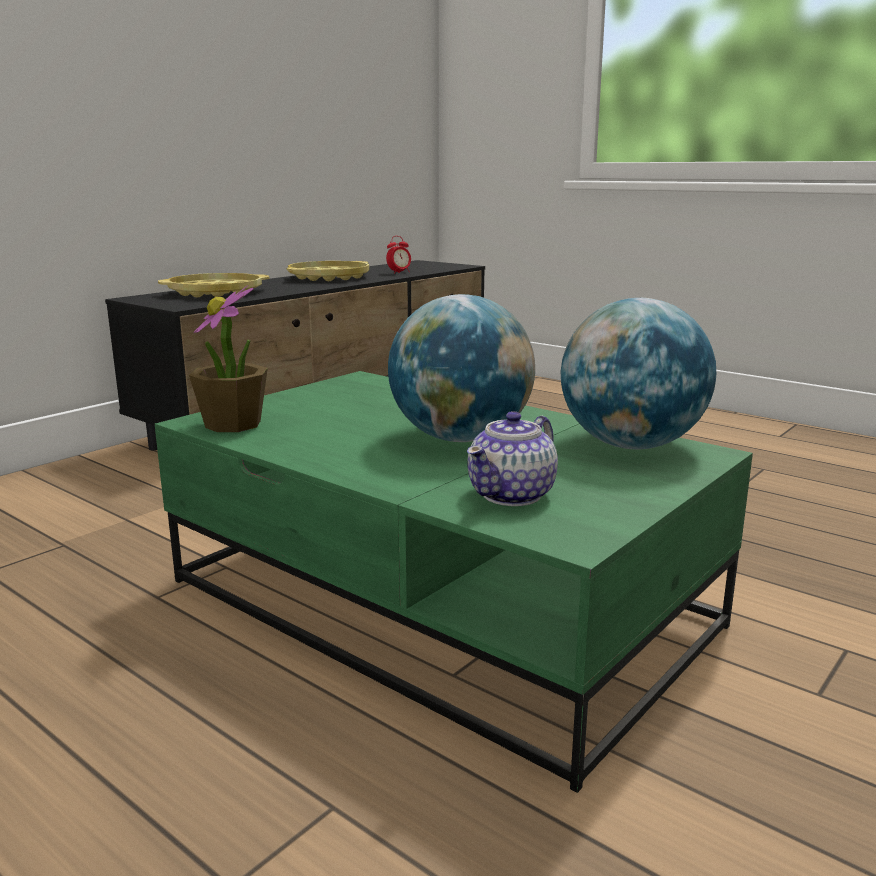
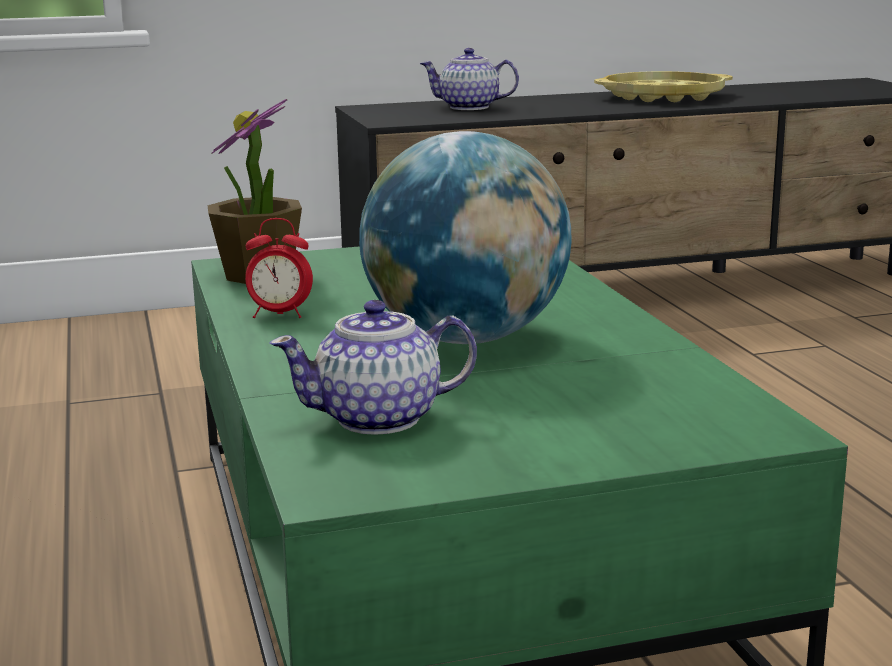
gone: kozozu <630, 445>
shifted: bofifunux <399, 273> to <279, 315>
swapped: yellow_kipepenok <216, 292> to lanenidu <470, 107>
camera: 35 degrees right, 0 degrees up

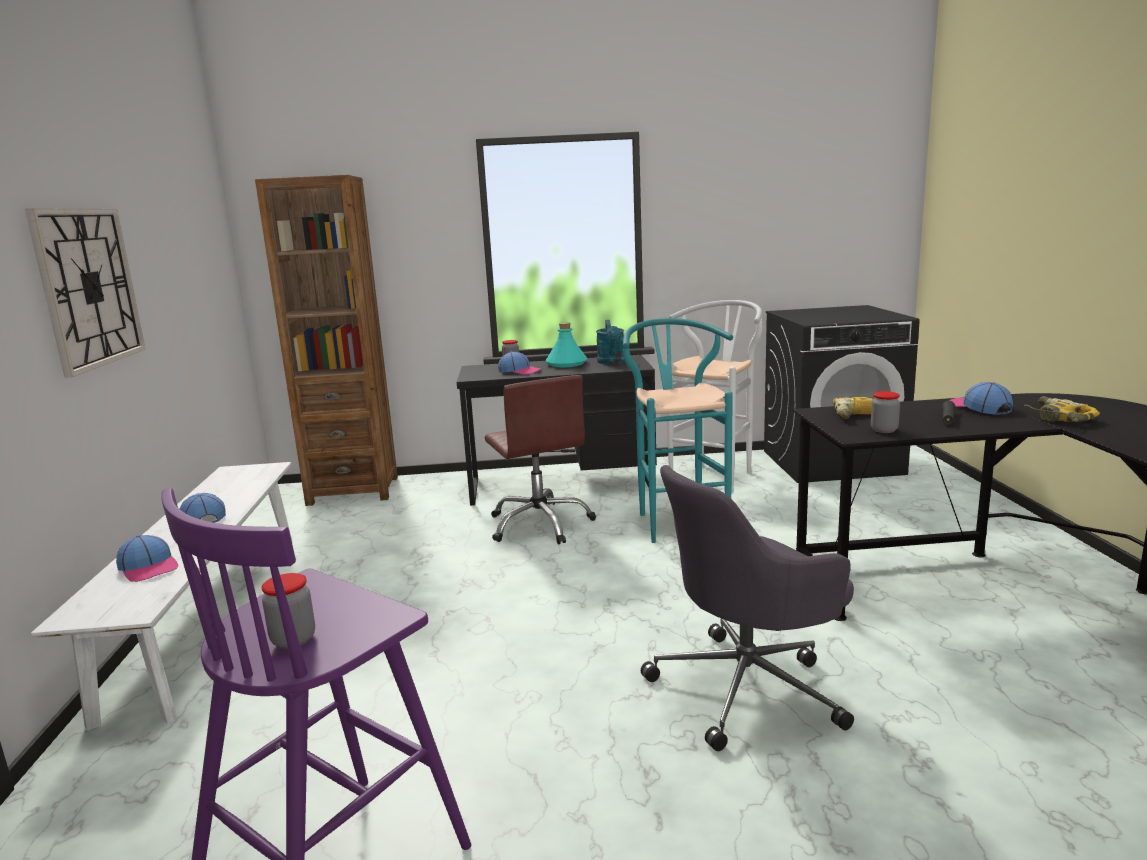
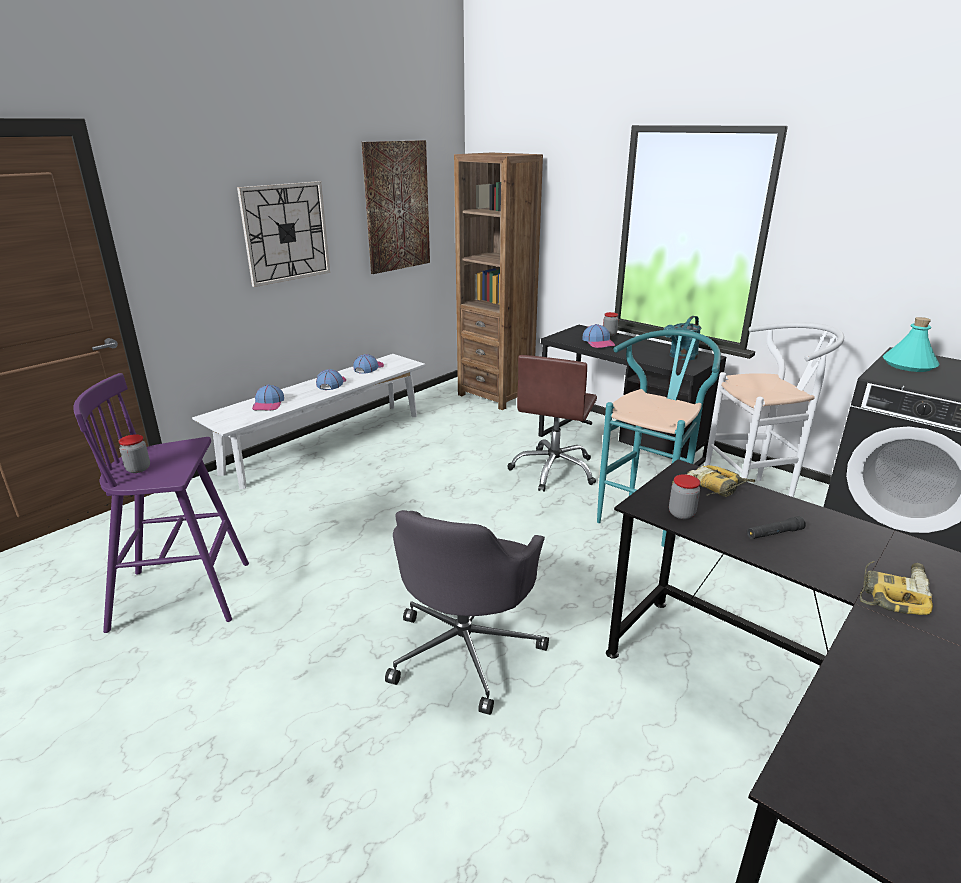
new: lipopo <397, 206>
shifted: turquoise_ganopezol <566, 364> to <908, 365>; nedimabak <979, 407> to <368, 368>
rotated: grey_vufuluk <748, 687> = <465, 650> 90 degrees counterclockwise
camera: 45 degrees right, 10 degrees up

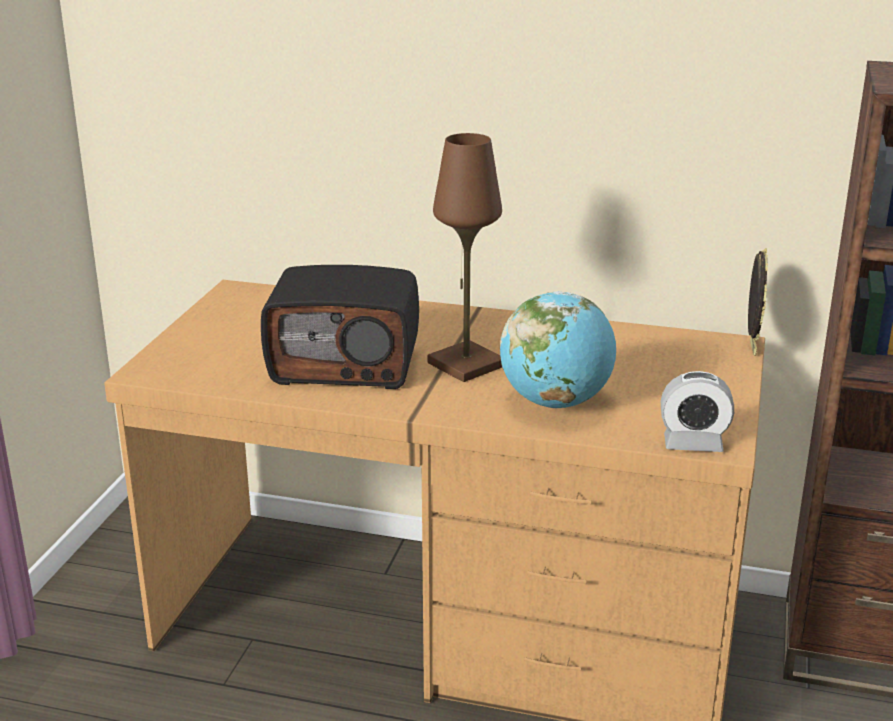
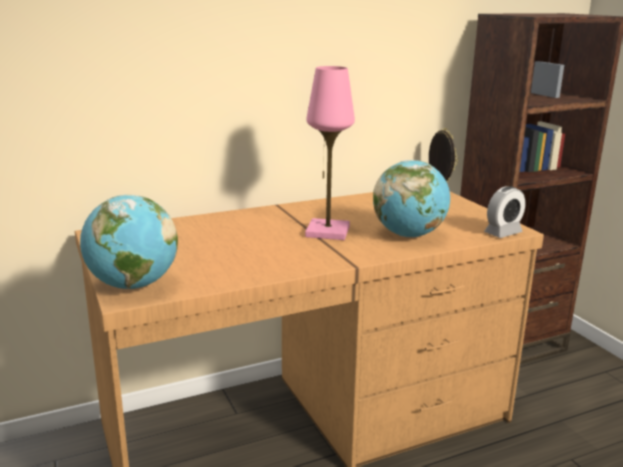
gone: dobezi <346, 364>
new: kozozu <133, 285>
repainted: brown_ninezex <465, 364> to pink_ninezex <327, 232>
camera: 40 degrees left, 5 degrees down

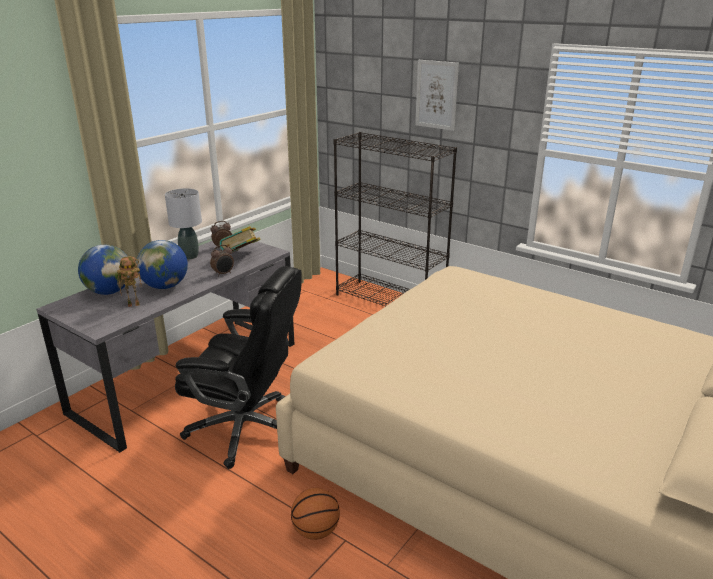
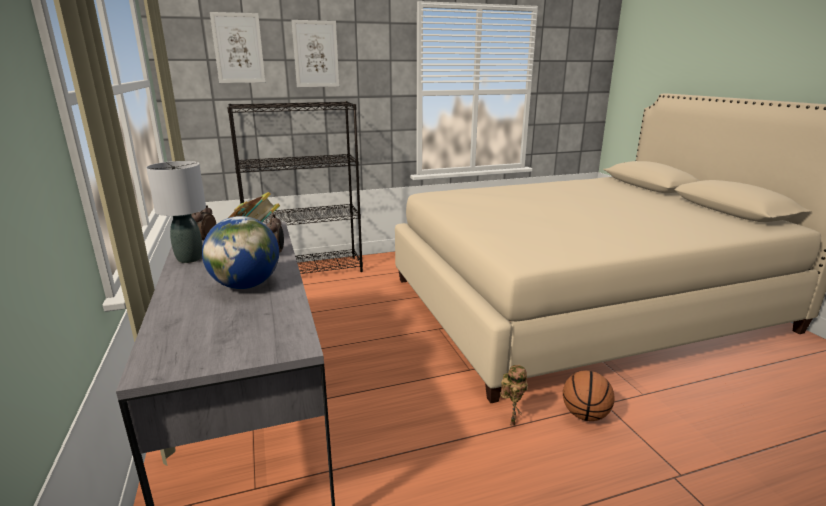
gone: kozozu <109, 292>; black_vufuluk <246, 429>
new: lipopo <238, 48>
shifted: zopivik <134, 304> to <511, 420>
camera: 55 degrees left, 5 degrees down

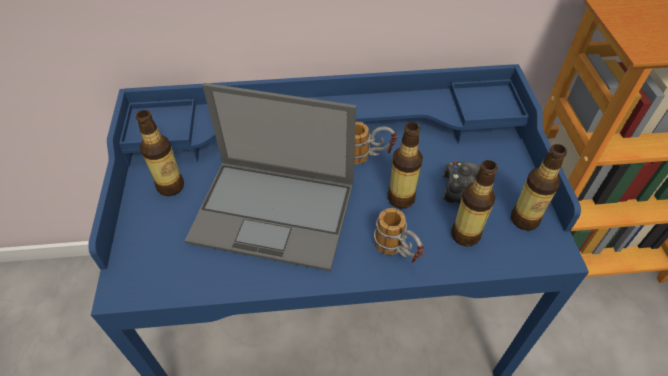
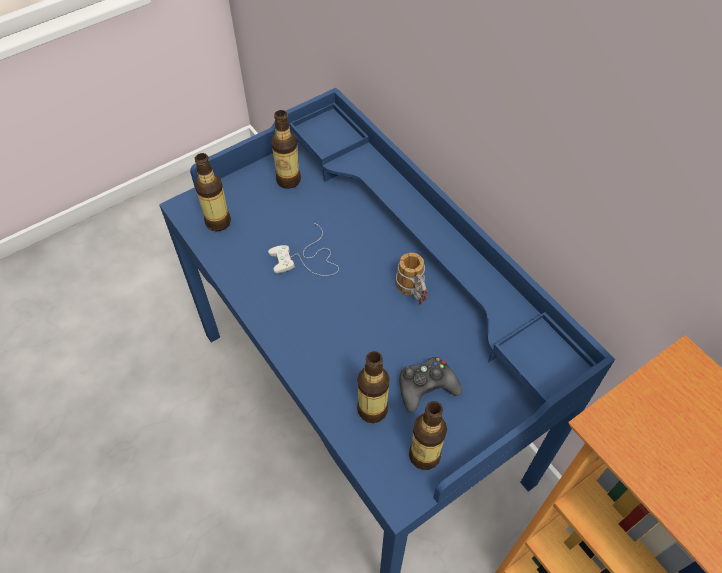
gone: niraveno <397, 252>
shifted: ganopezol <401, 198> to <218, 222>
swapped: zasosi <275, 212> to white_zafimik <307, 259>
camera: 60 degrees right, 5 degrees up

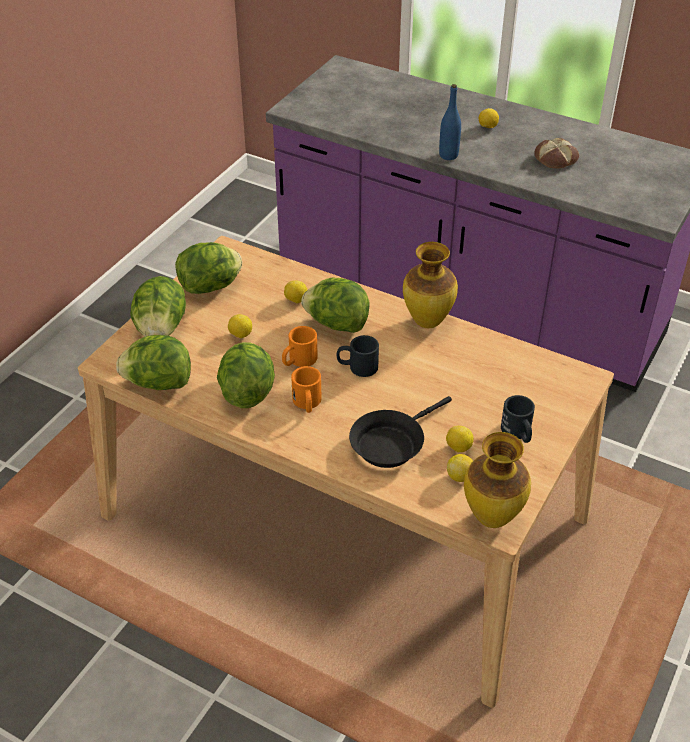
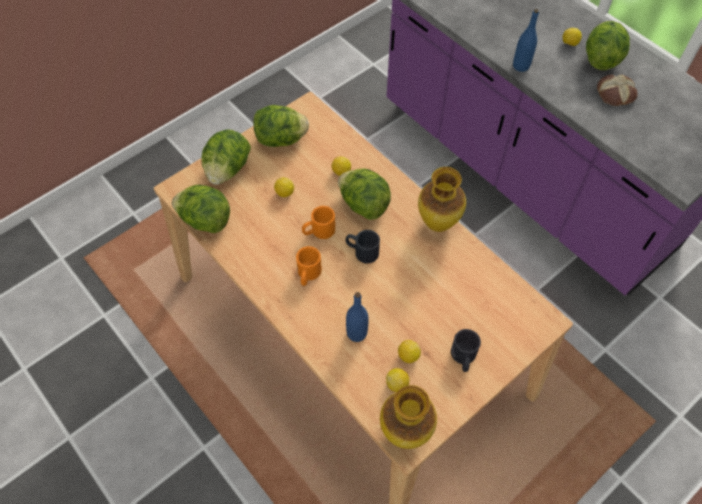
shifted: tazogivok <247, 392> to <601, 59>
swapped: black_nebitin <391, 443> to blue_ganopezol <356, 333>
camera: 20 degrees right, 15 degrees up

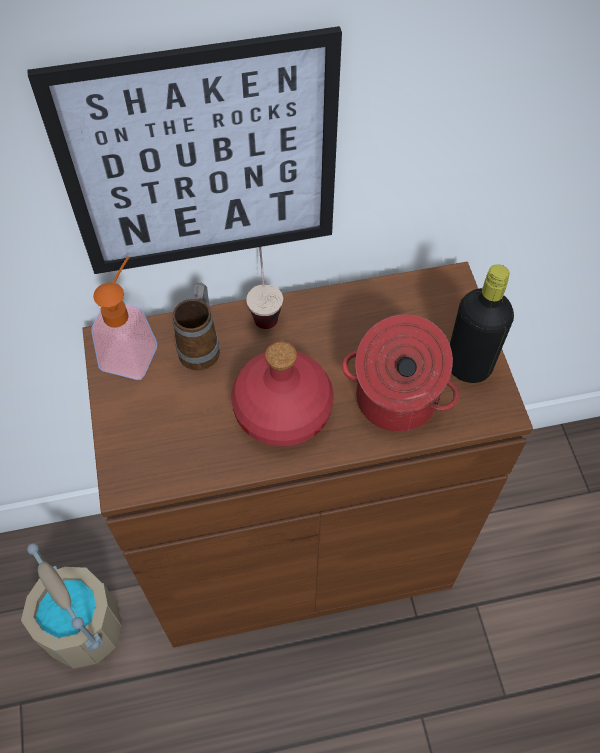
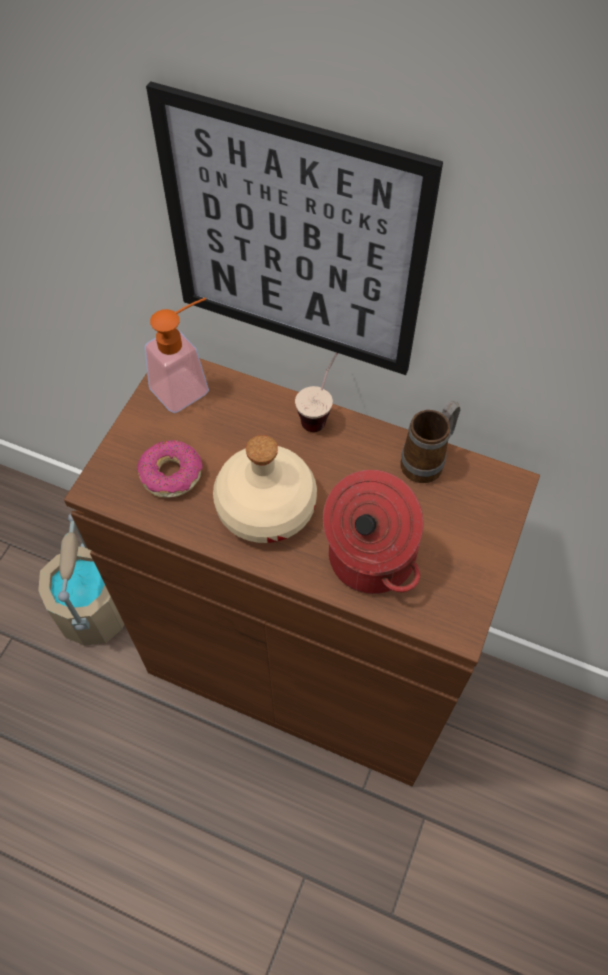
gone: black_ganopezol <468, 366>
new: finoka <171, 474>
shifted: niraveno <201, 345> to <428, 460>
repainted: red_ganopezol <284, 409> to beige_ganopezol <267, 507>
camera: 35 degrees right, 0 degrees up

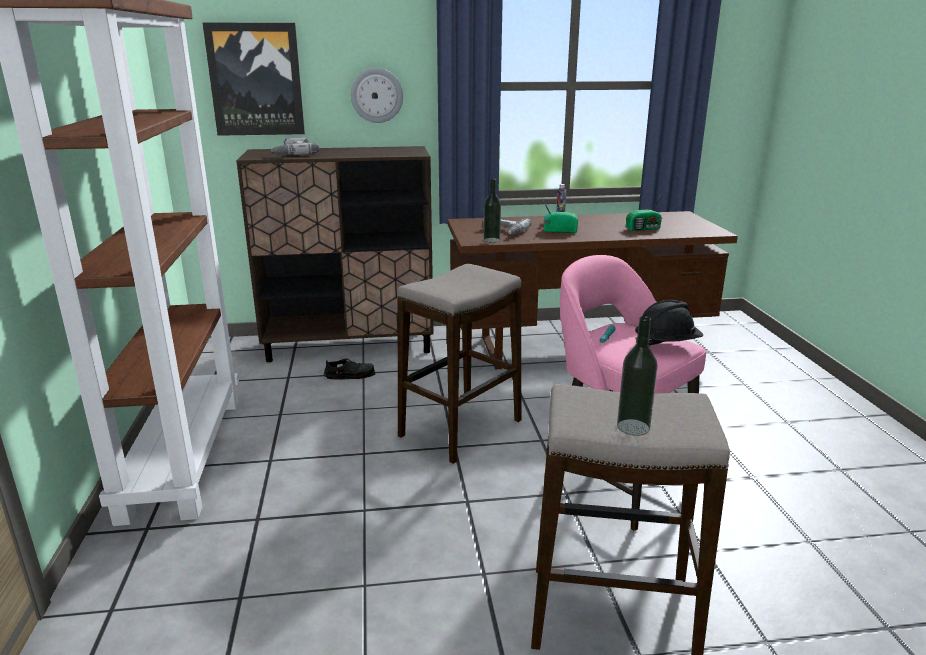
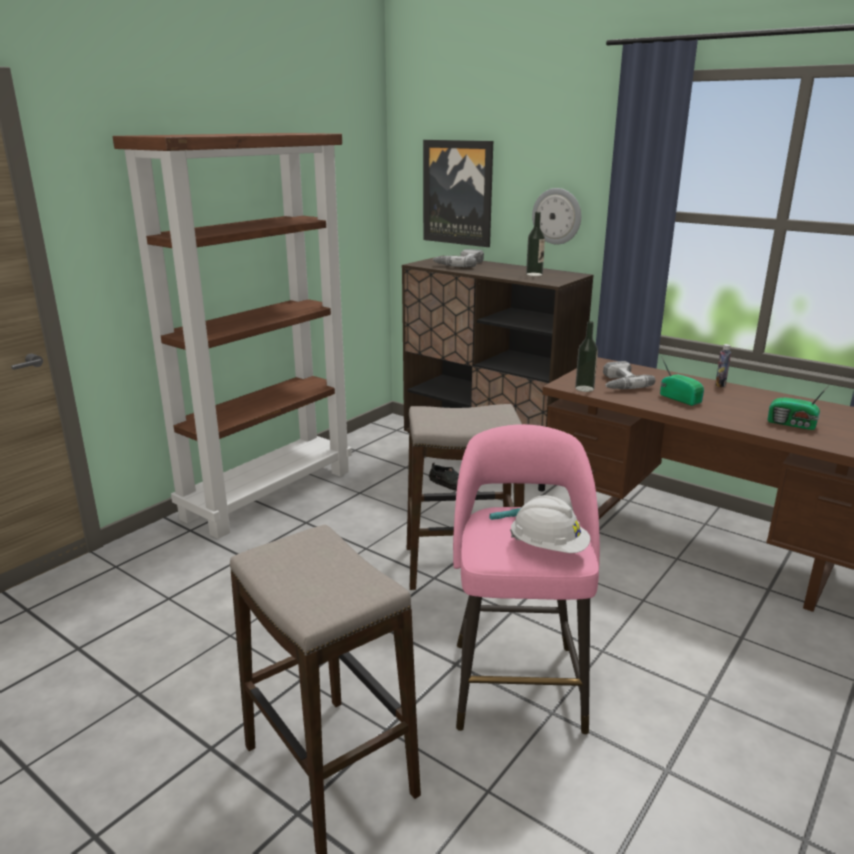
shifted: ganopezol <633, 427> to <534, 274>
repainted: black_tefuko <666, 344> to white_tefuko <548, 547>
camera: 45 degrees right, 0 degrees up

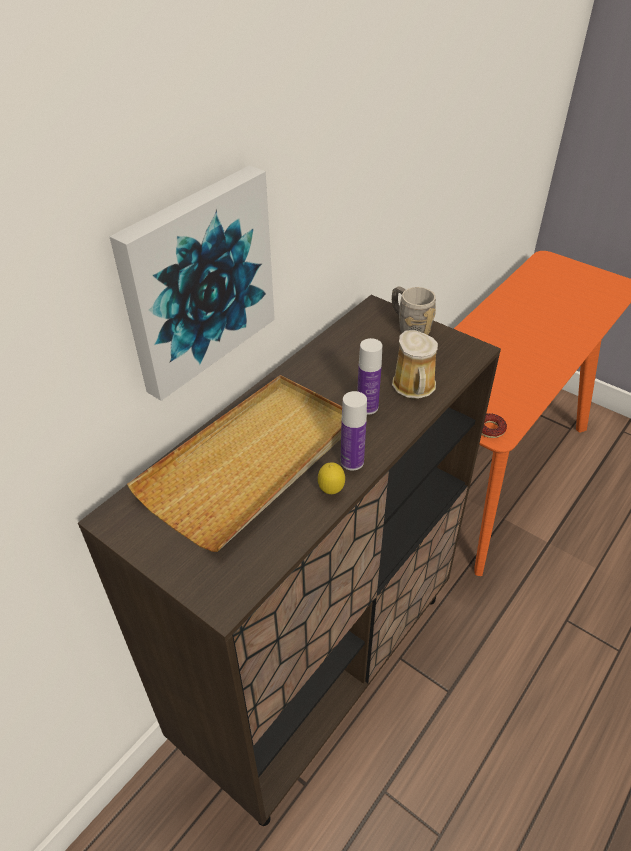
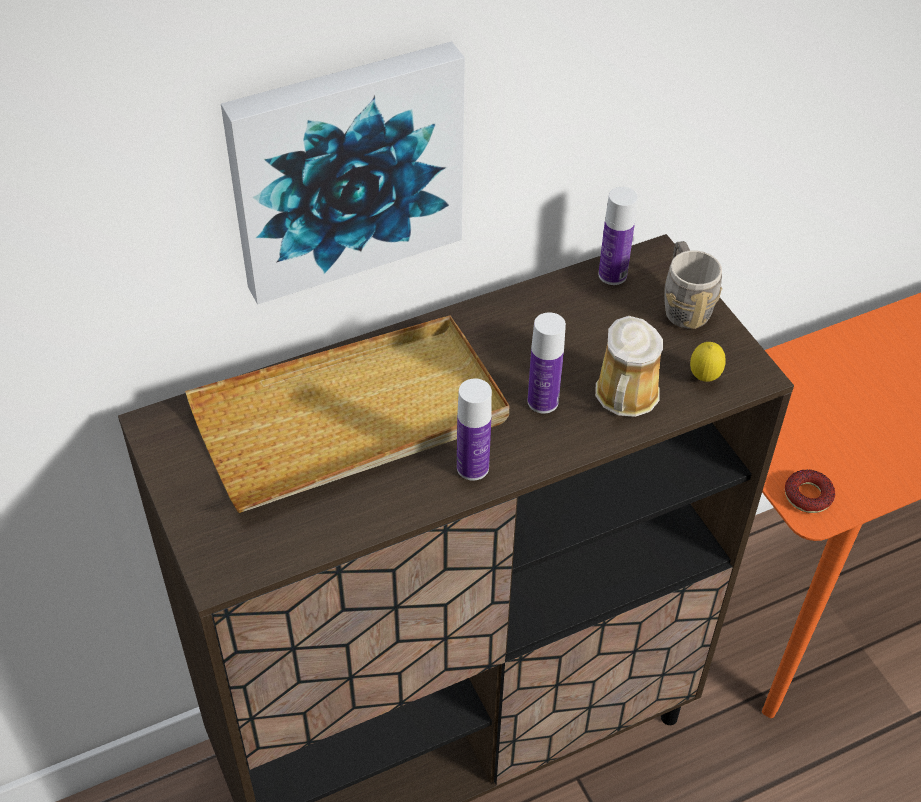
new: ganopezol <612, 275>
shifted: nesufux <331, 491> to <704, 378>
camera: 25 degrees right, 5 degrees up

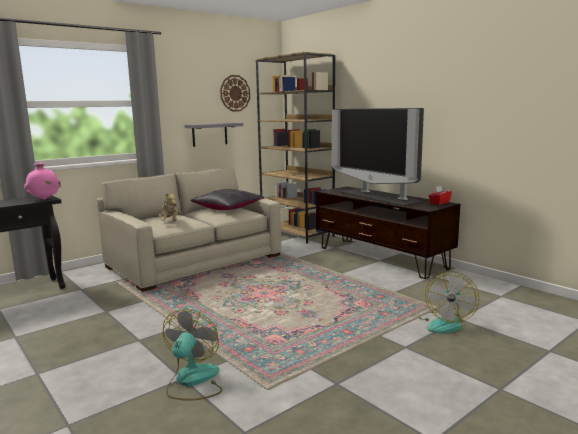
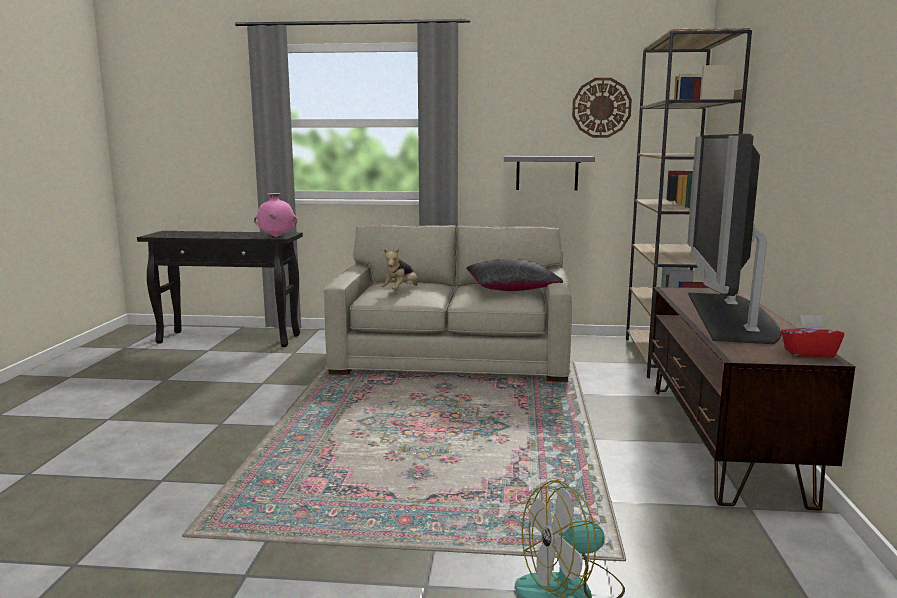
gone: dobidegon <192, 381>
camera: 45 degrees right, 0 degrees up

